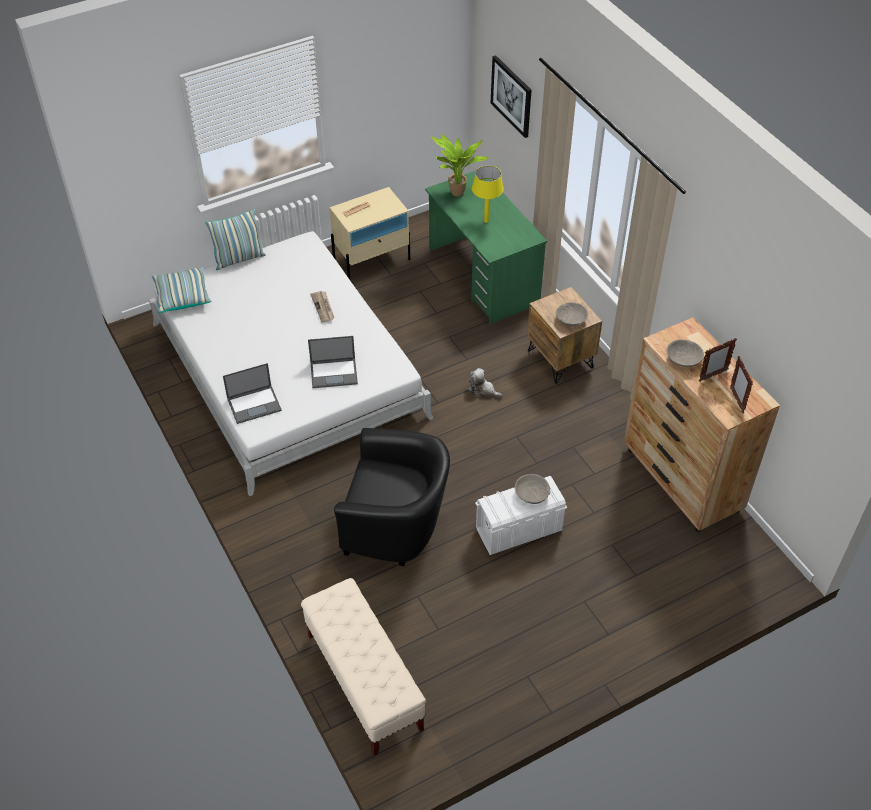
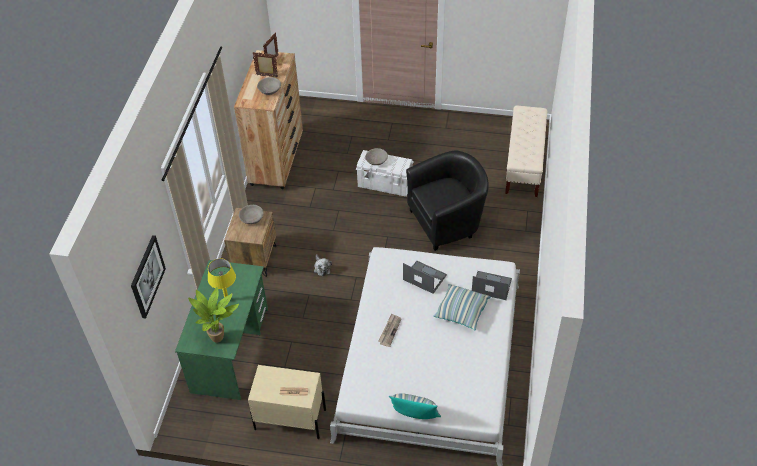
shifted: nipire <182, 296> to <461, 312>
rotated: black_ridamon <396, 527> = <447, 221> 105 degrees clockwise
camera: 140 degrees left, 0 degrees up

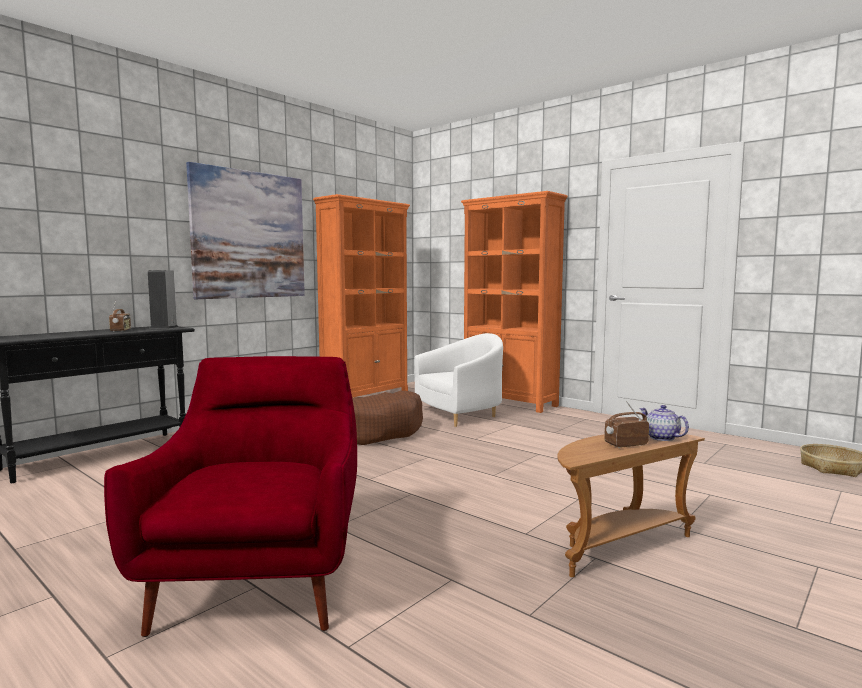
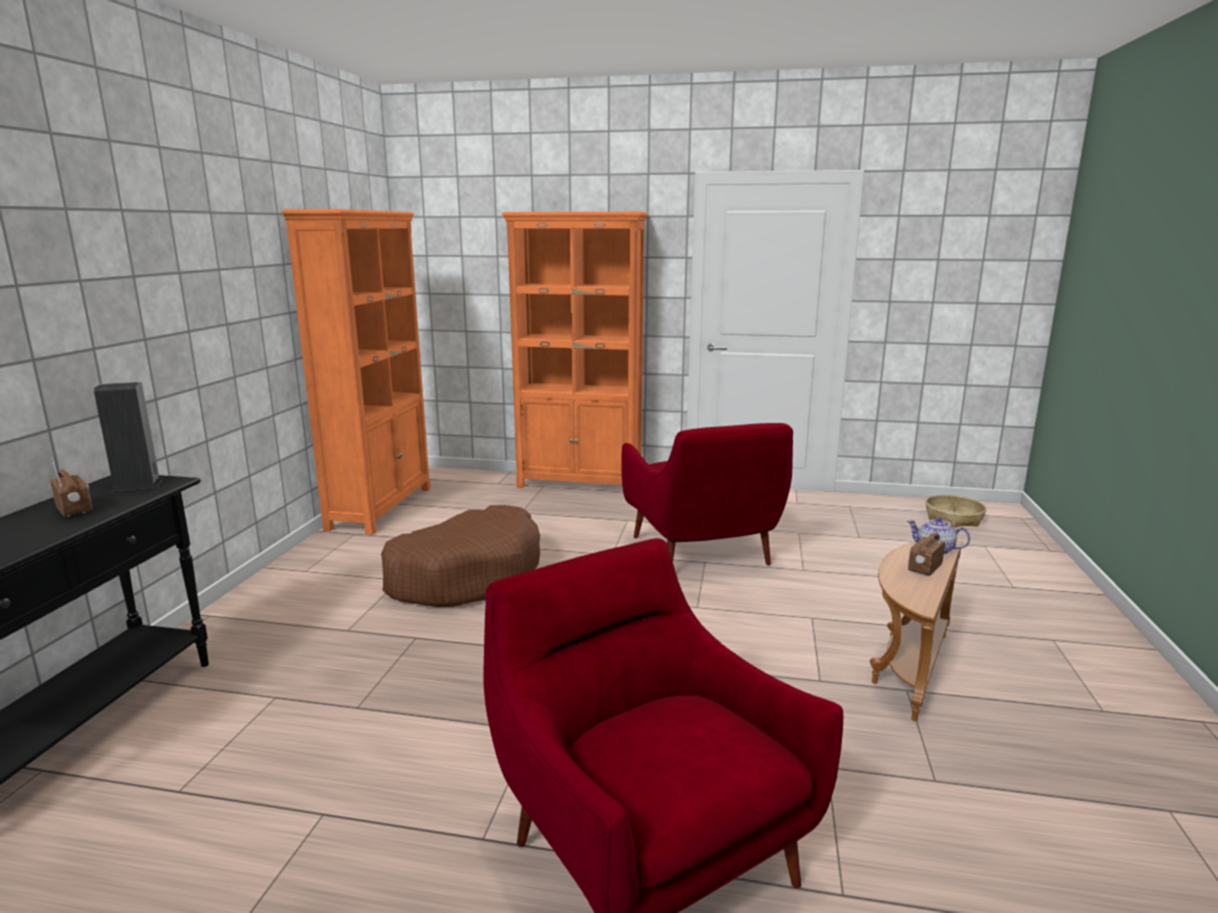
gone: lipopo <249, 235>; white_ridamon <461, 414>
new: red_ridamon <702, 554>
camera: 30 degrees left, 10 degrees up

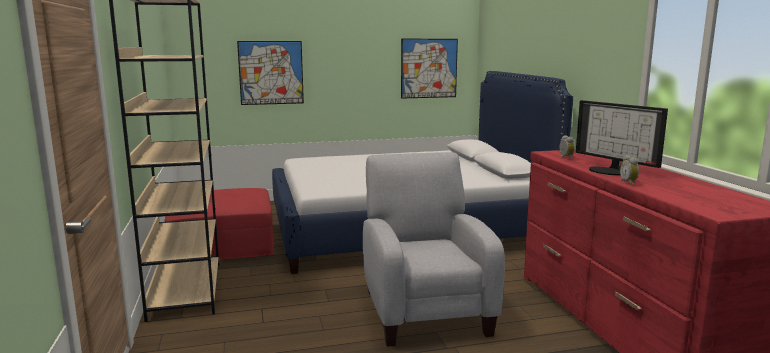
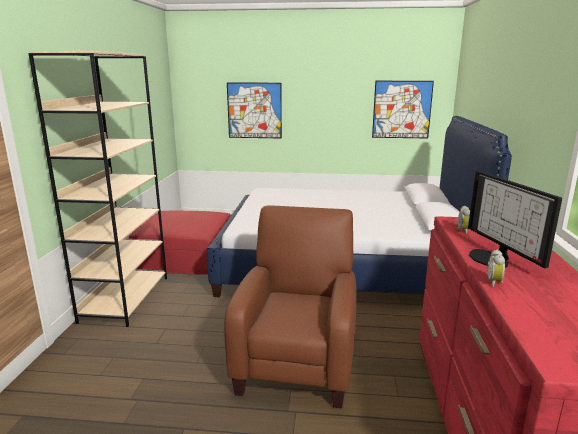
repainted: grey_ridamon <424, 309> to brown_ridamon <298, 359>
camera: 20 degrees right, 5 degrees up

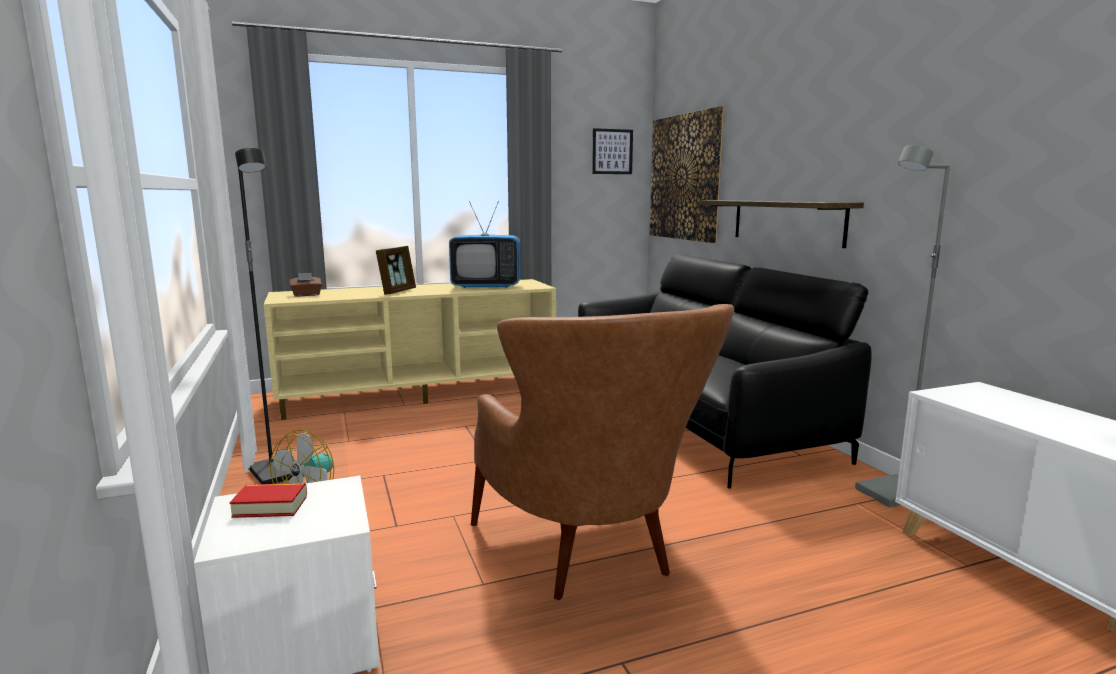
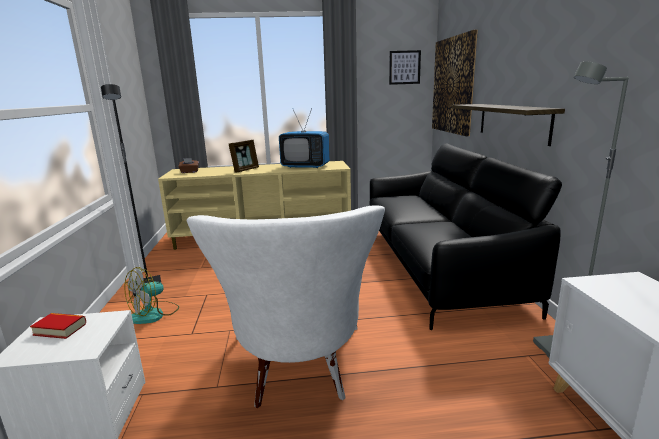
repainted: brown_ridamon <592, 557> to white_ridamon <299, 376>
camera: 15 degrees right, 5 degrees up

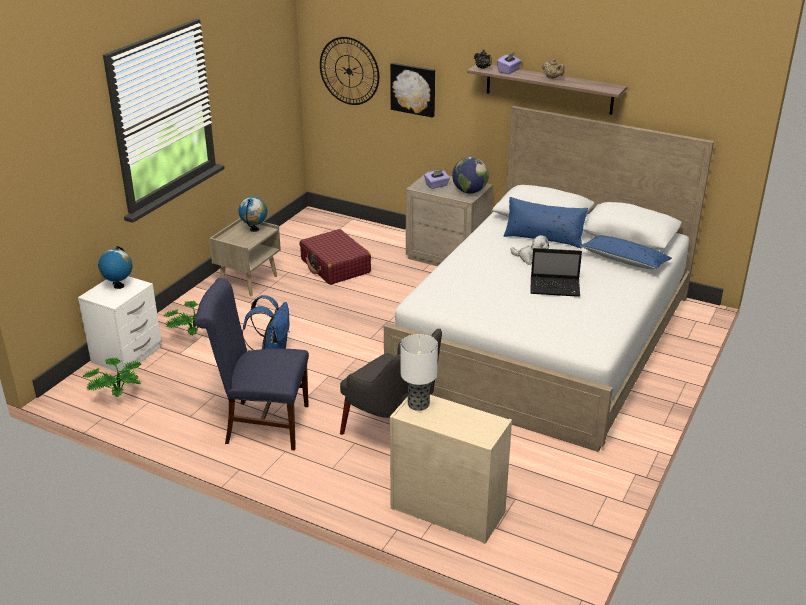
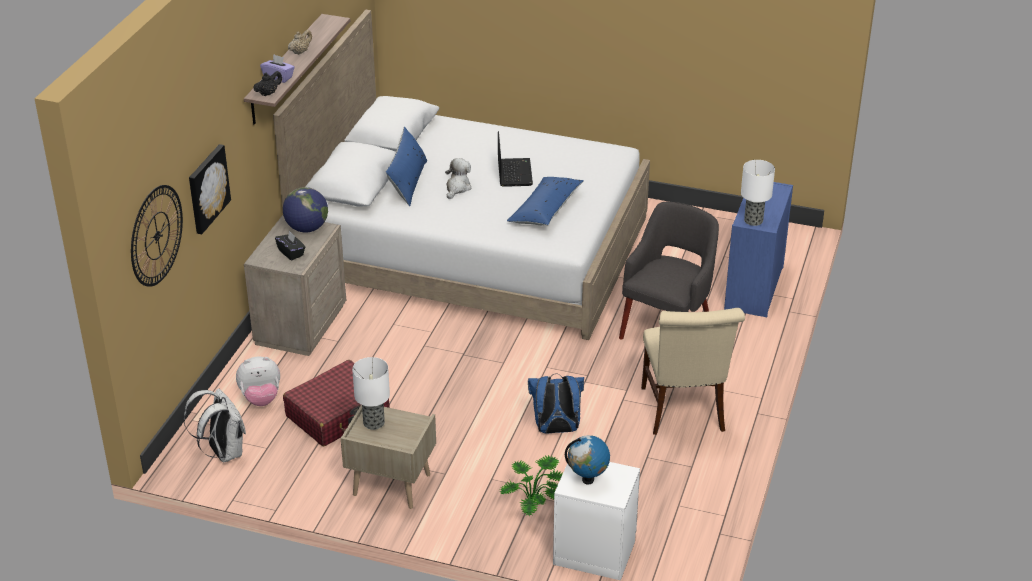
gone: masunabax <117, 396>
new: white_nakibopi <223, 452>; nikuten <261, 399>
shifted: blue_nipire <624, 260> to <545, 209>
swapped: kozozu <254, 229> to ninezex <373, 422>
repainted: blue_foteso <261, 424> to beige_foteso <684, 413>; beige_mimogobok <446, 510> to blue_mimogobok <754, 289>; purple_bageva <437, 185> to black_bageva <291, 253>
camera: 100 degrees left, 5 degrees up

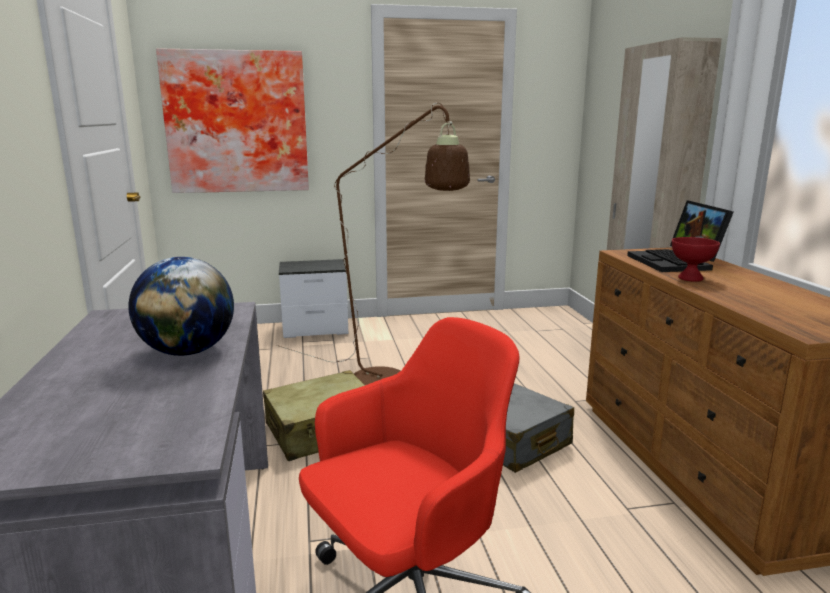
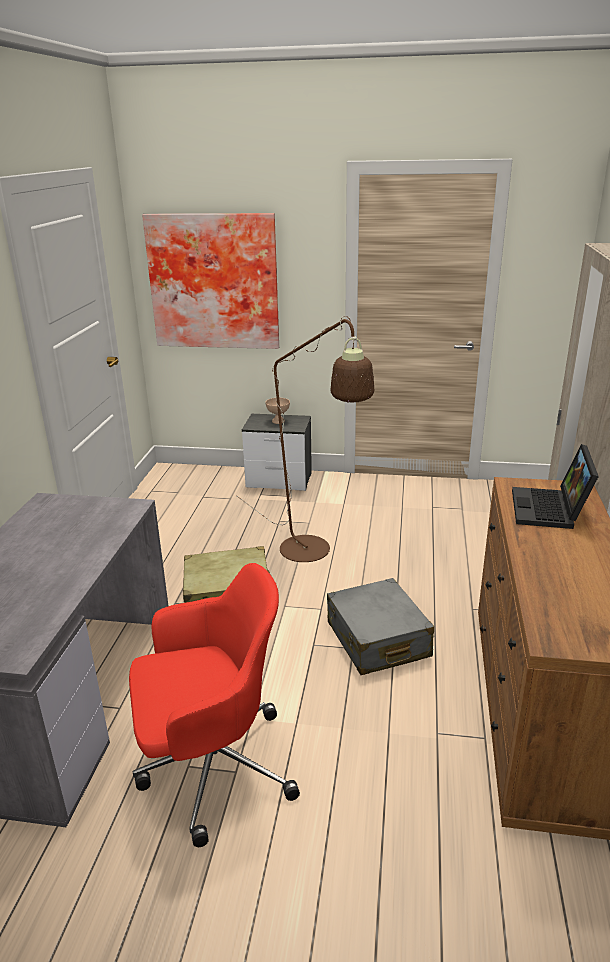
gone: kozozu <188, 352>; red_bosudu <691, 278>
new: beige_bosudu <278, 421>
camera: 20 degrees right, 10 degrees up

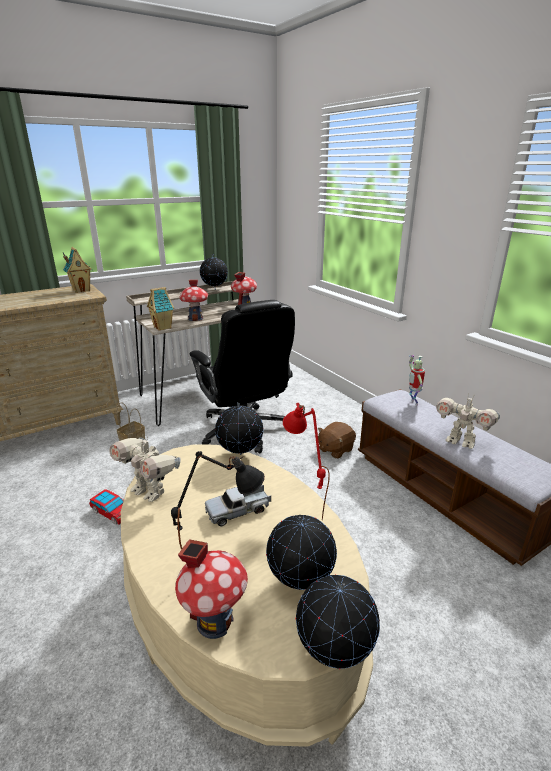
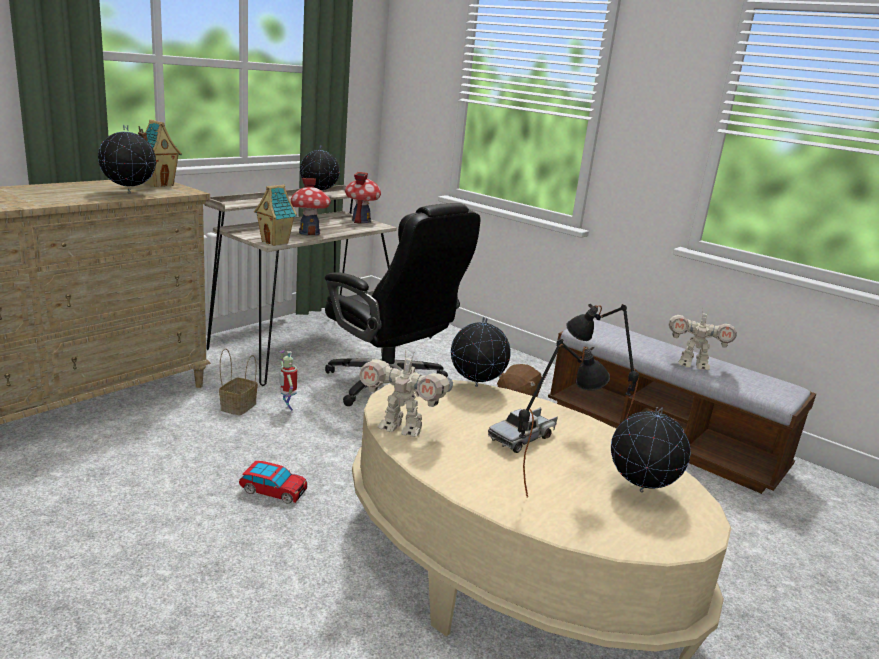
gone: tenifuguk <215, 621>
shifted: kozozu <334, 654> to <129, 193>; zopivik <412, 402> to <287, 410>
repainted: red_ninezex <303, 505> to black_ninezex <586, 427>
camera: 20 degrees left, 5 degrees down

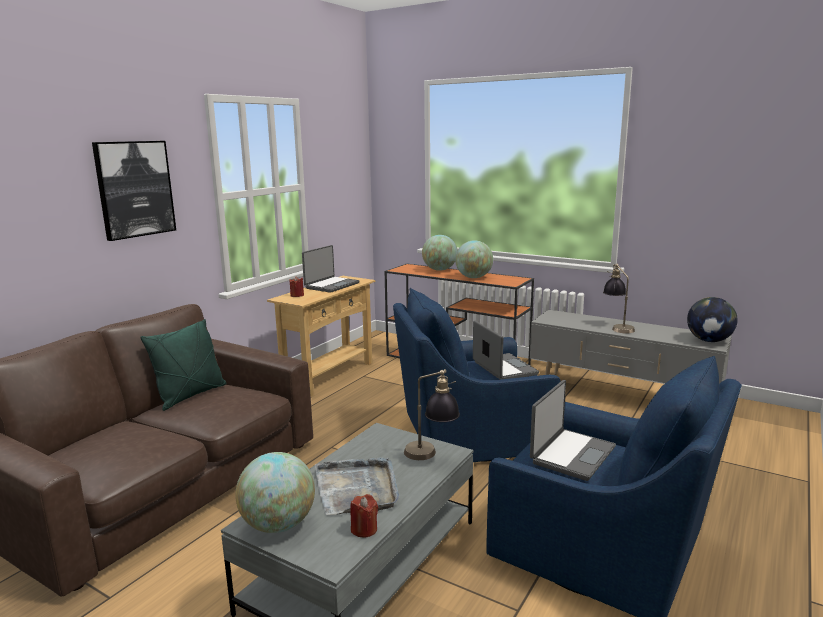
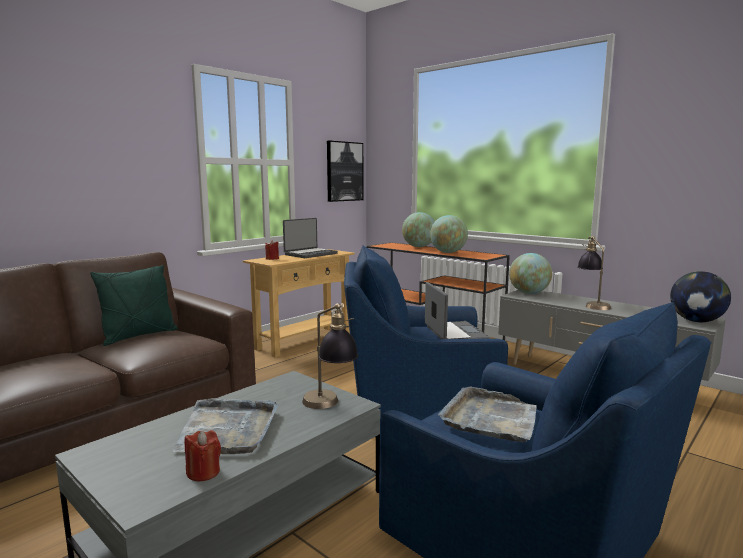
shifted: lipopo <135, 189> to <344, 171>; kozozu <278, 525> to <529, 293>
swapped: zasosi <571, 454> to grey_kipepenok <490, 418>
camera: 10 degrees right, 5 degrees down

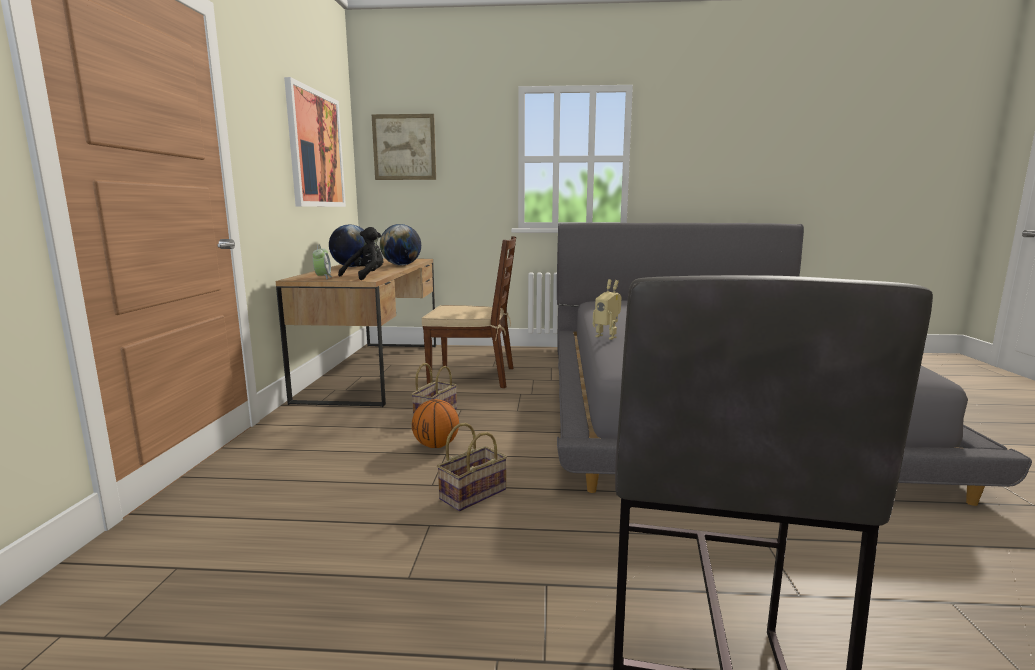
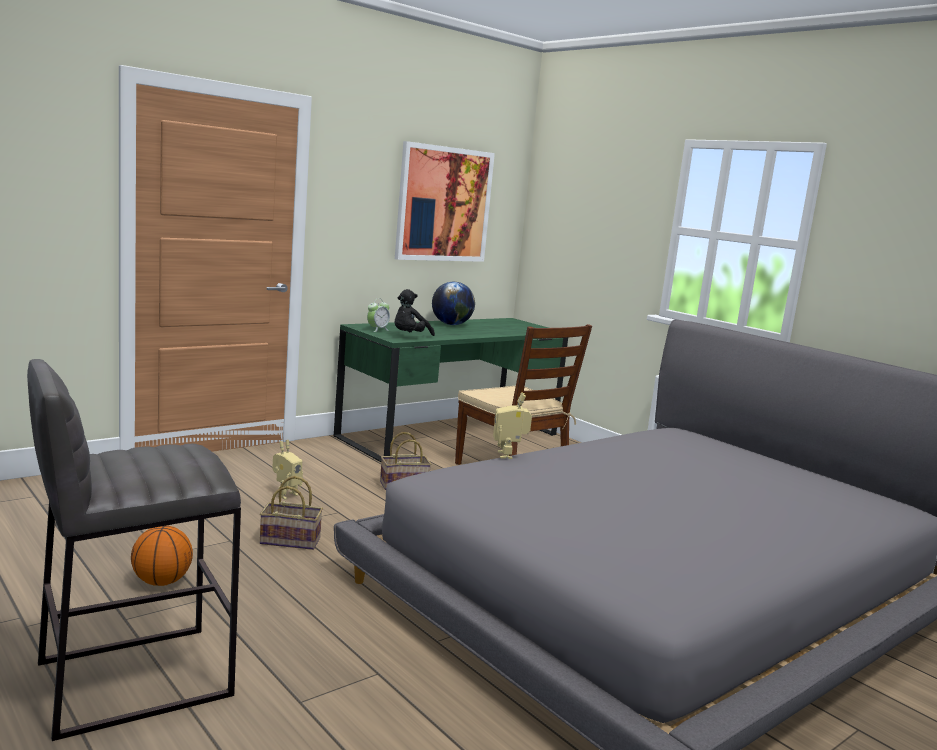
gone: lipopo <404, 147>; kozozu <401, 265>
new: zopivik <285, 495>
shifted: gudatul <436, 445> to <161, 582>
repainted: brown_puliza <375, 370> to green_puliza <450, 435>
rotated: black_nikuten <366, 276> = <409, 336> 135 degrees clockwise
camera: 45 degrees right, 0 degrees up

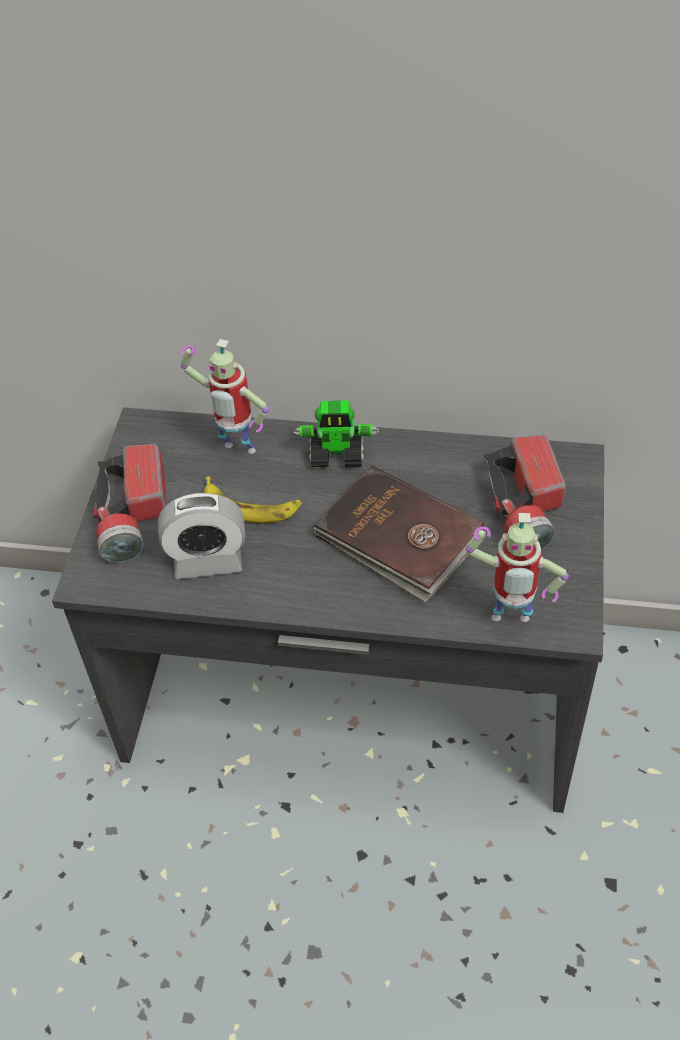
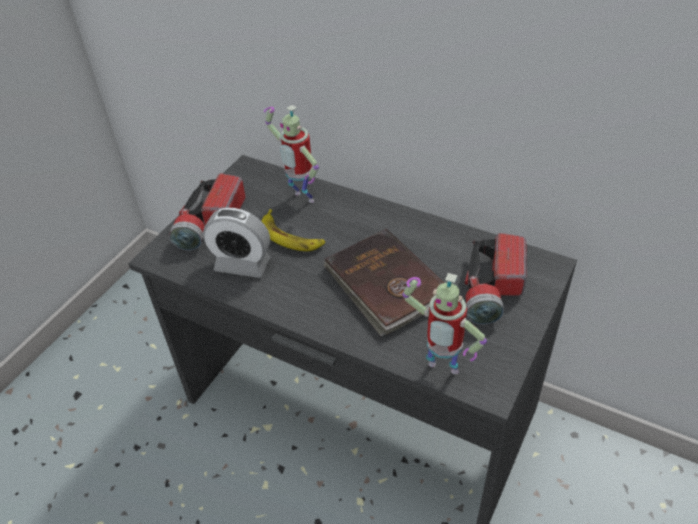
gone: zopivik <337, 455>
camera: 20 degrees right, 5 degrees down

